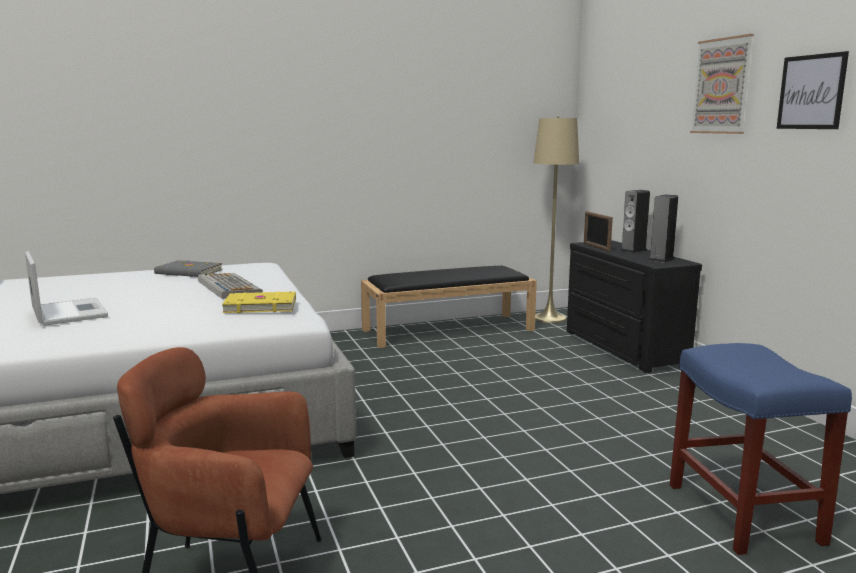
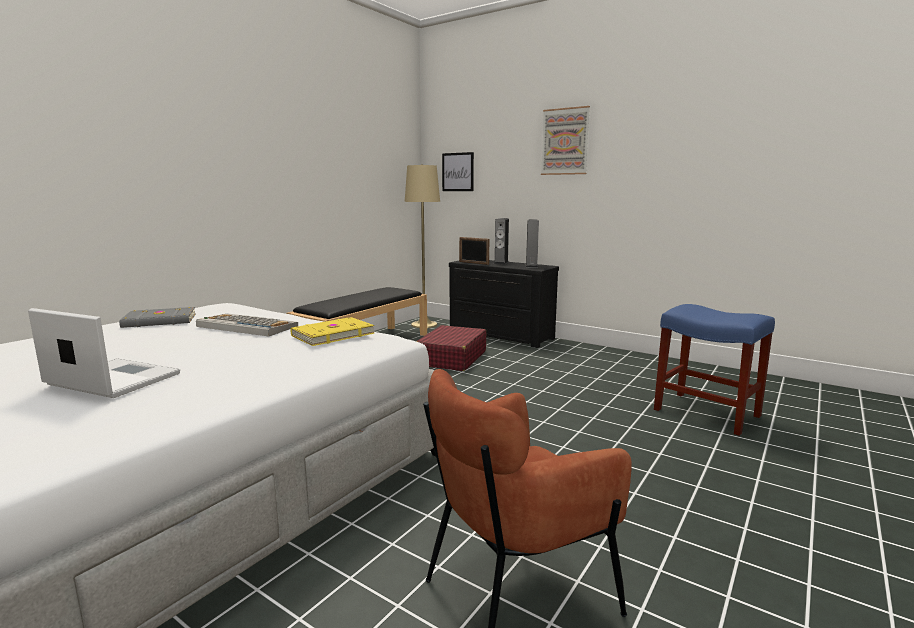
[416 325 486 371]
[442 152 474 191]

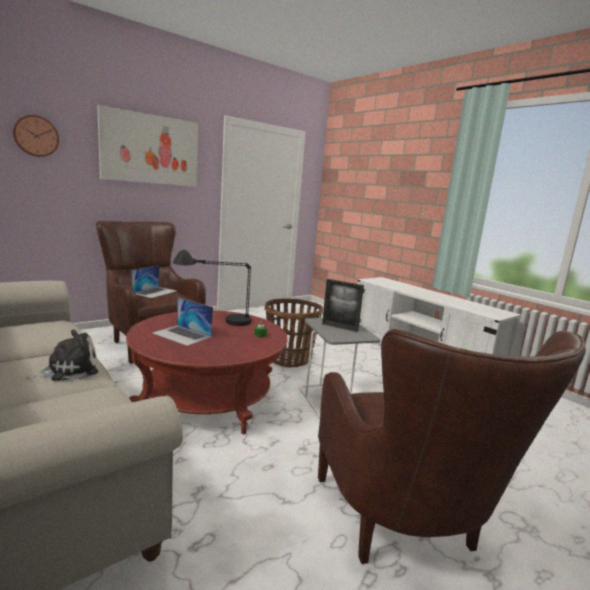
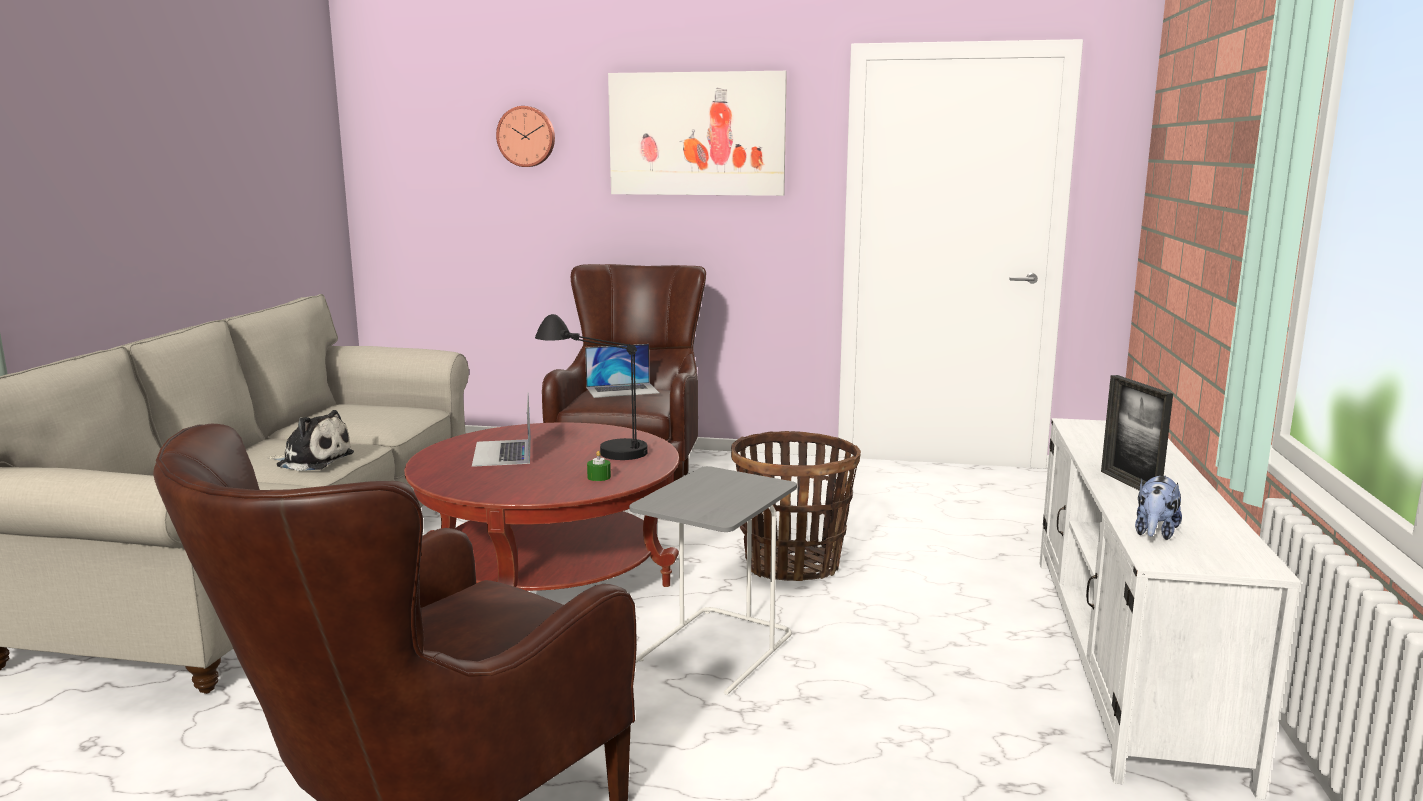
[1101 375 1173 491]
[1135 476 1182 540]

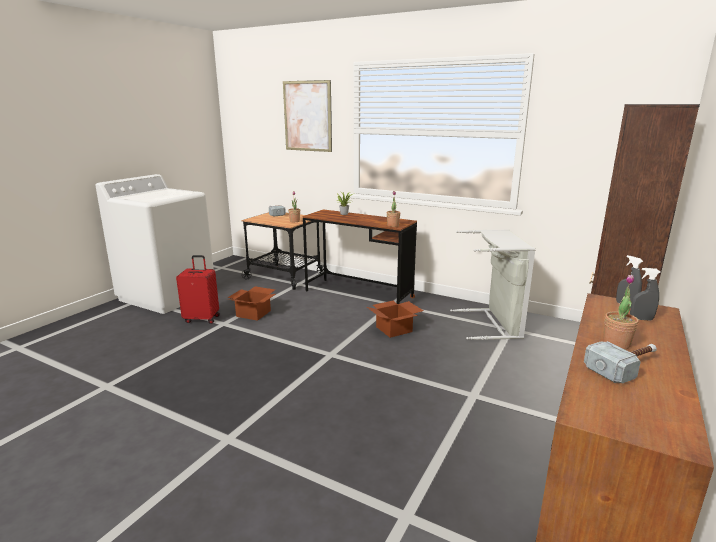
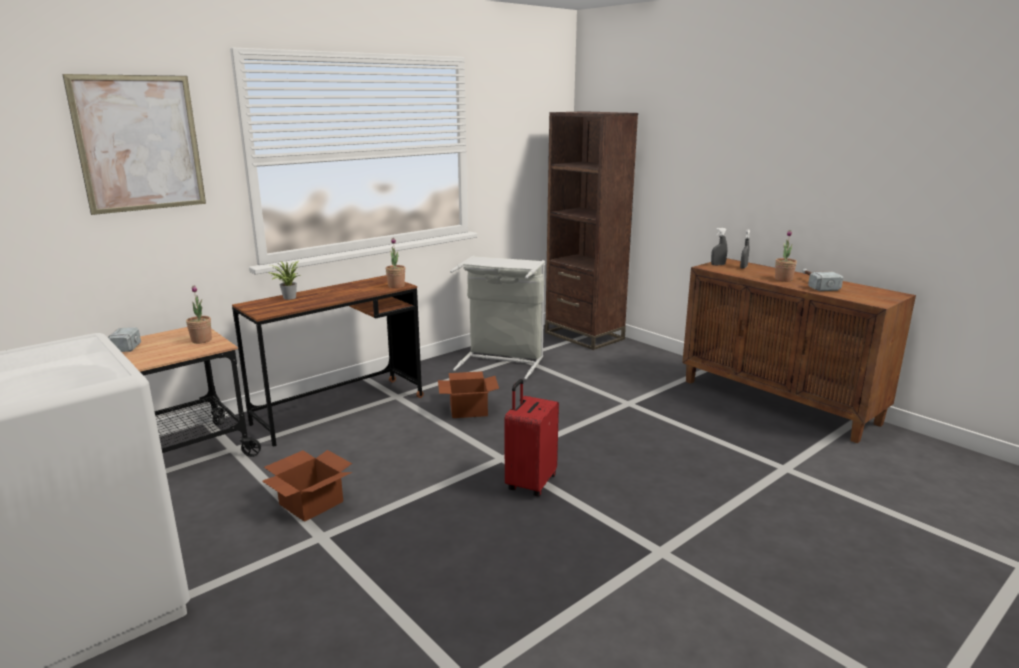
[505 379 559 496]

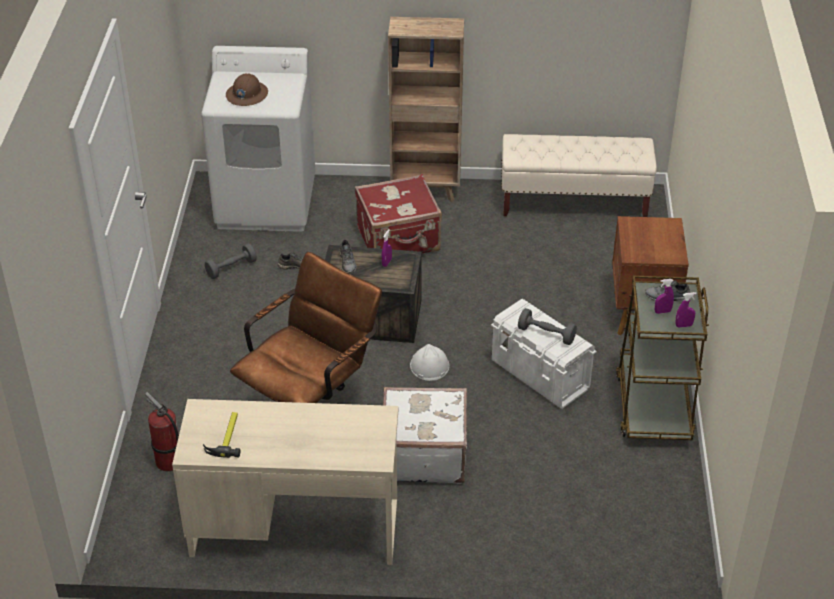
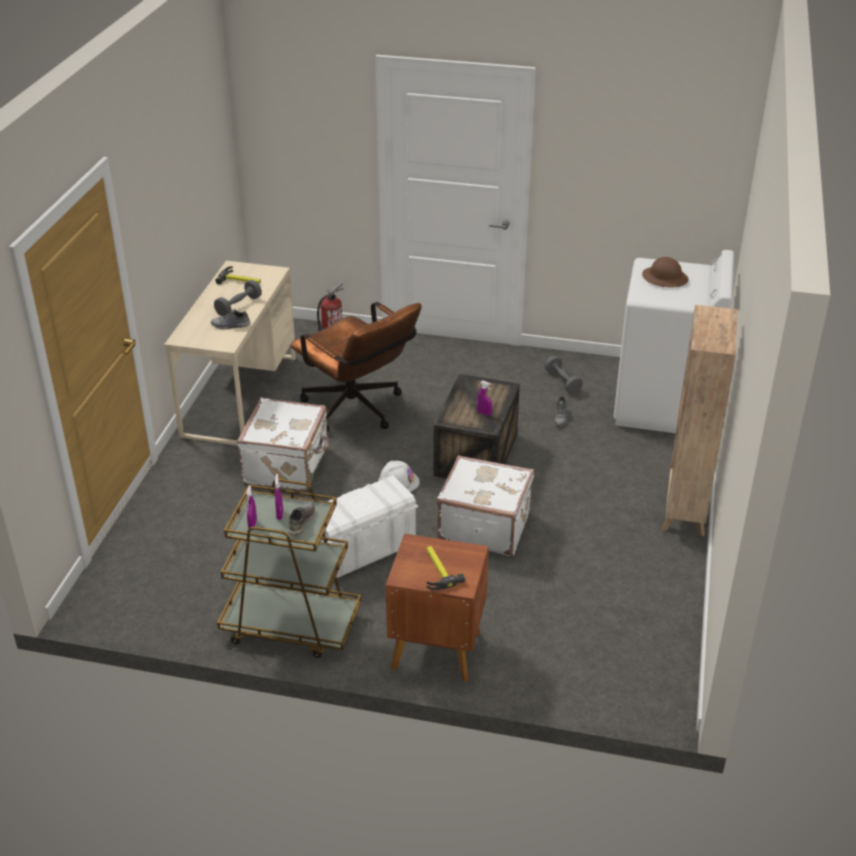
[211 309 250 329]
[214 280 262 316]
[426 546 465 590]
[436 455 534 556]
[355 174 442 253] (first image)
[501 134 657 217] (first image)

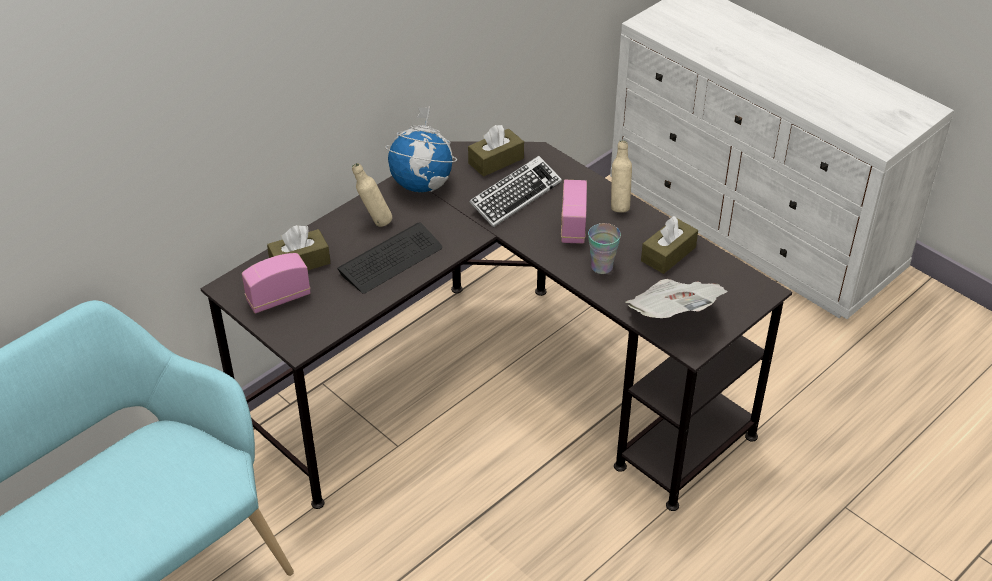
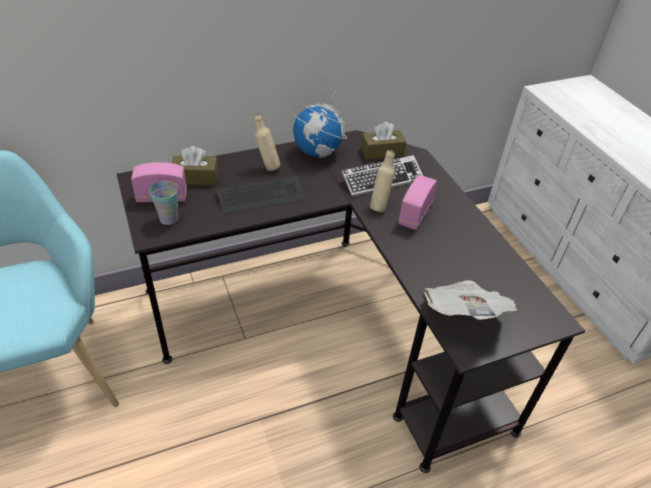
[149 181 179 225]
[370 150 395 212]
[641 216 698 274] (first image)

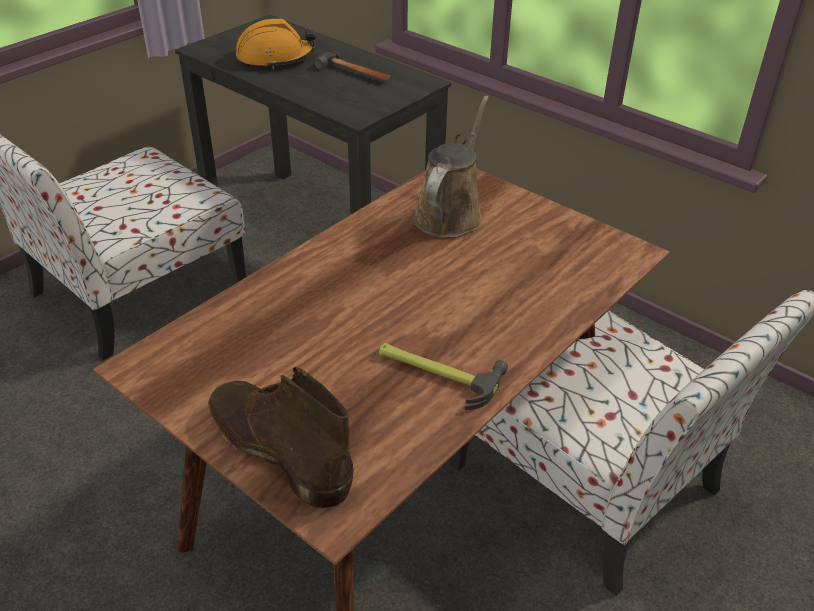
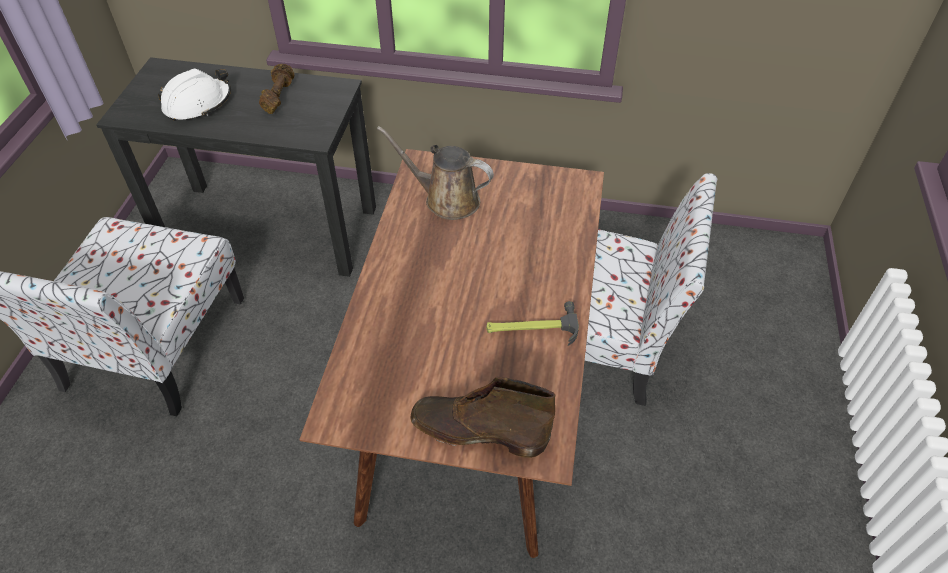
[158 68 231 121]
[259 64 294 114]
[377 126 494 220]

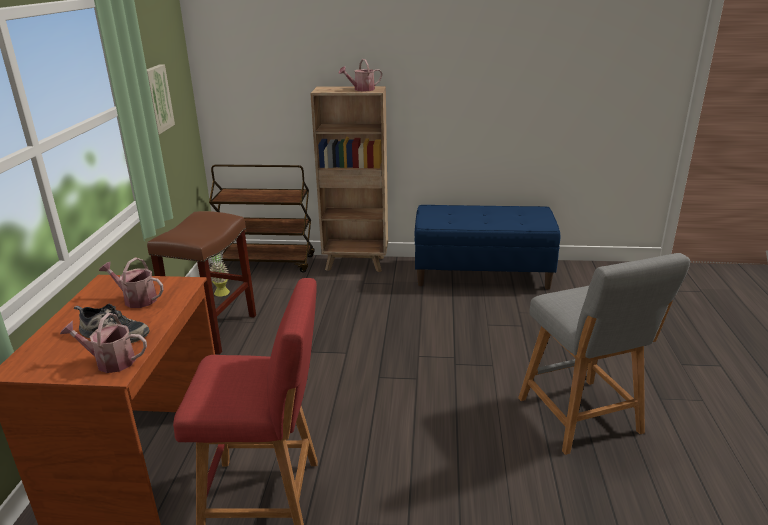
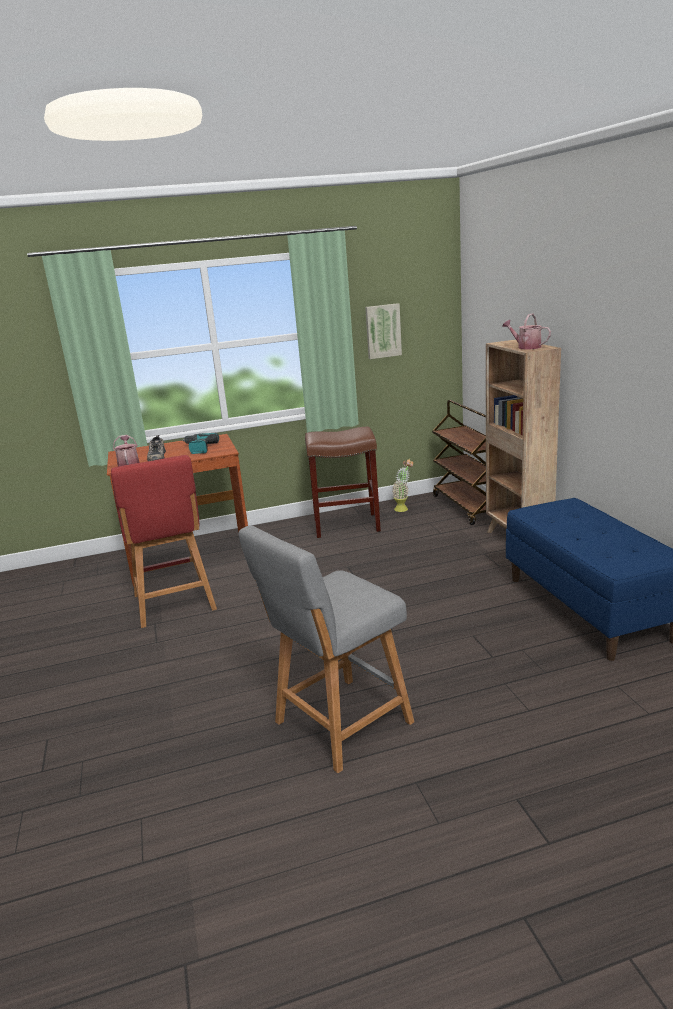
[182 433 219 454]

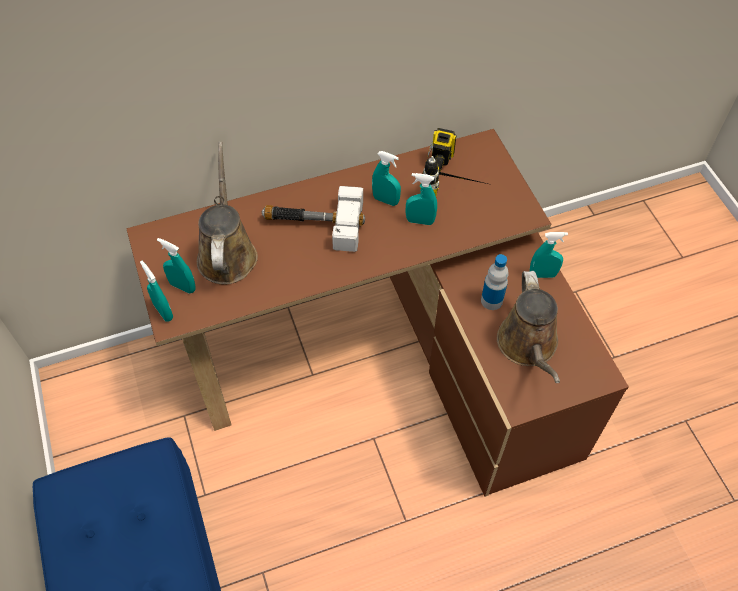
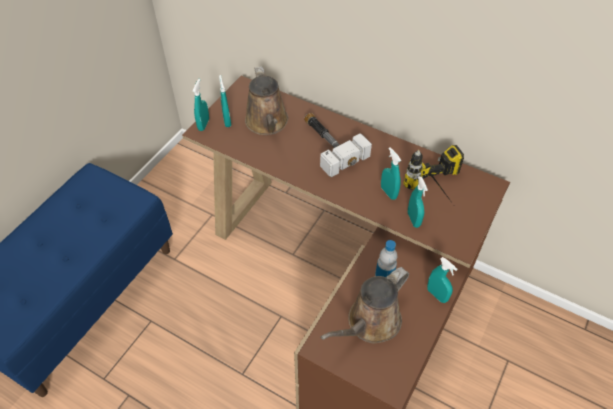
[245 66 288 135]
[408 177 428 228]

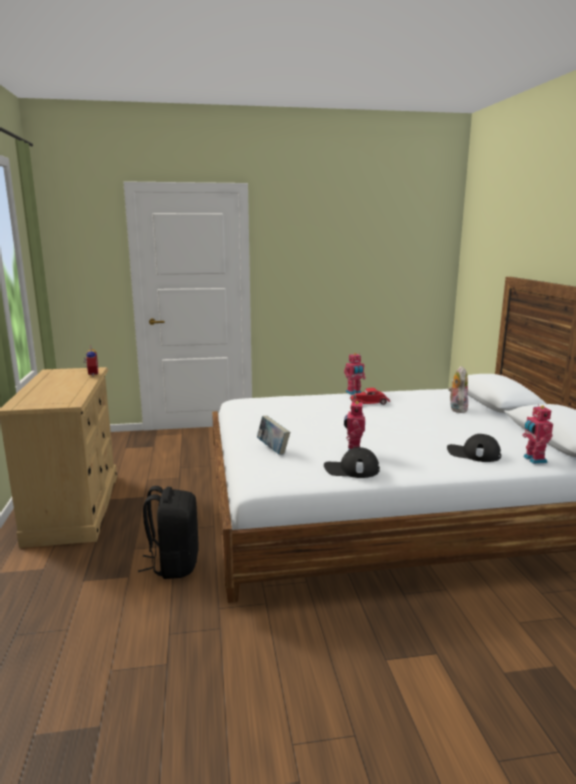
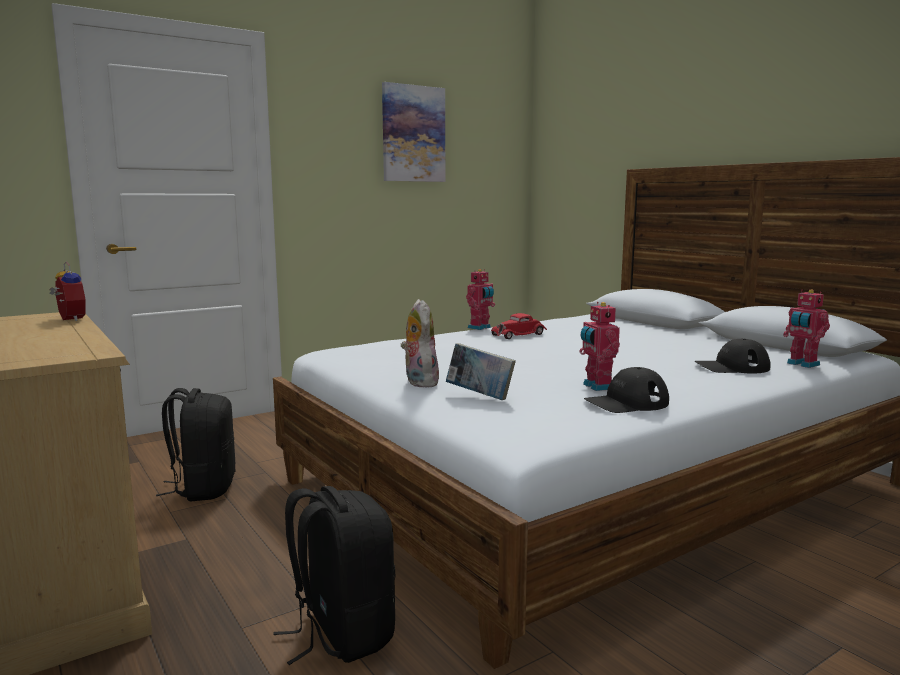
[156 388 236 501]
[382 82 445 182]
[401 299 439 387]

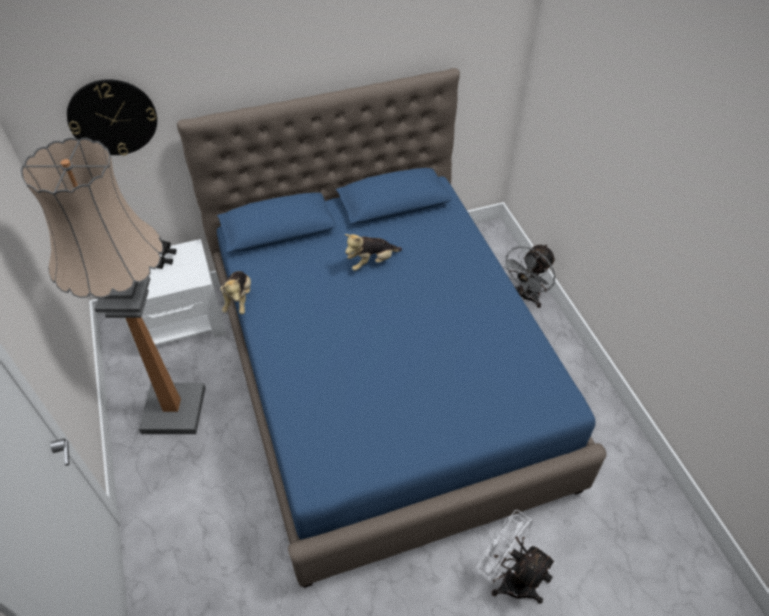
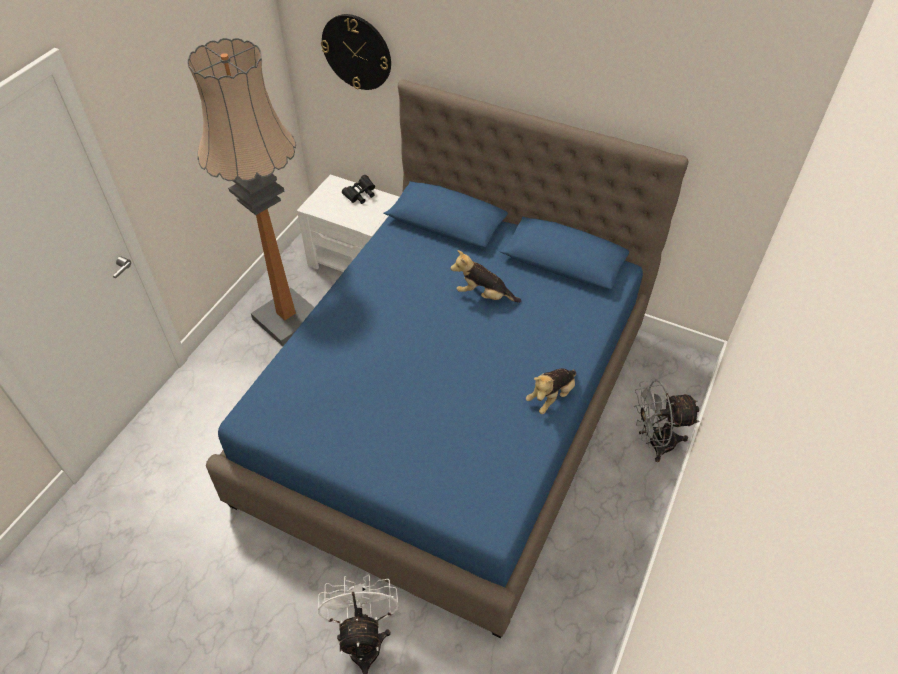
[526 368 576 414]

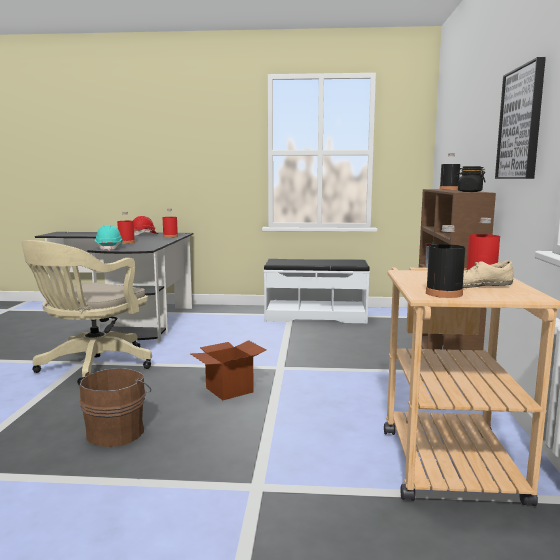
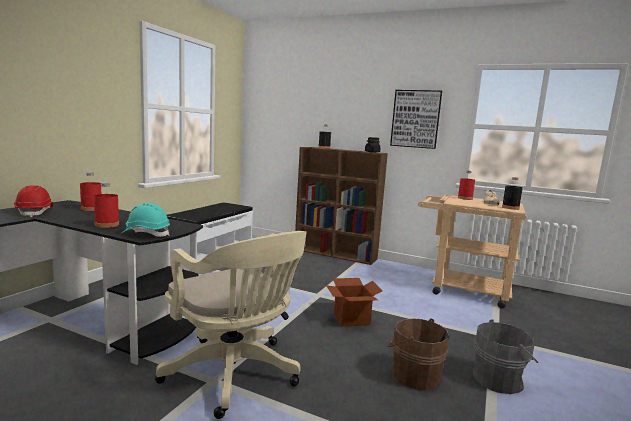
[473 319 539 394]

